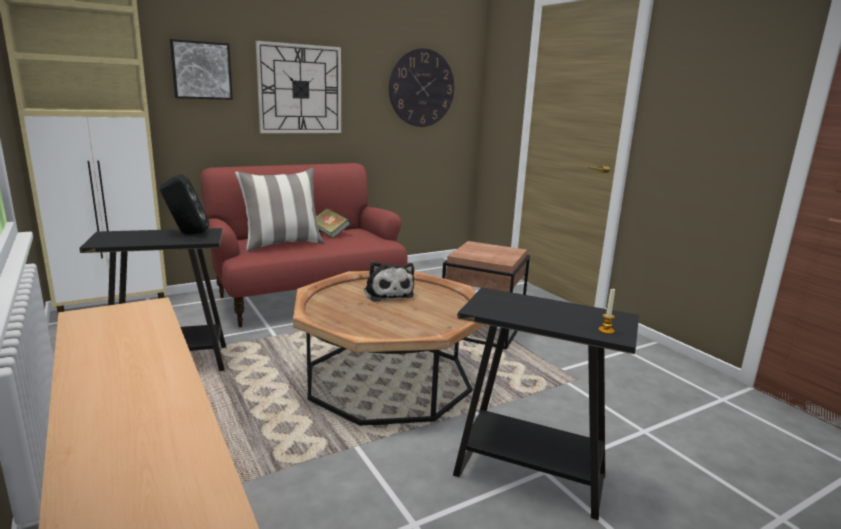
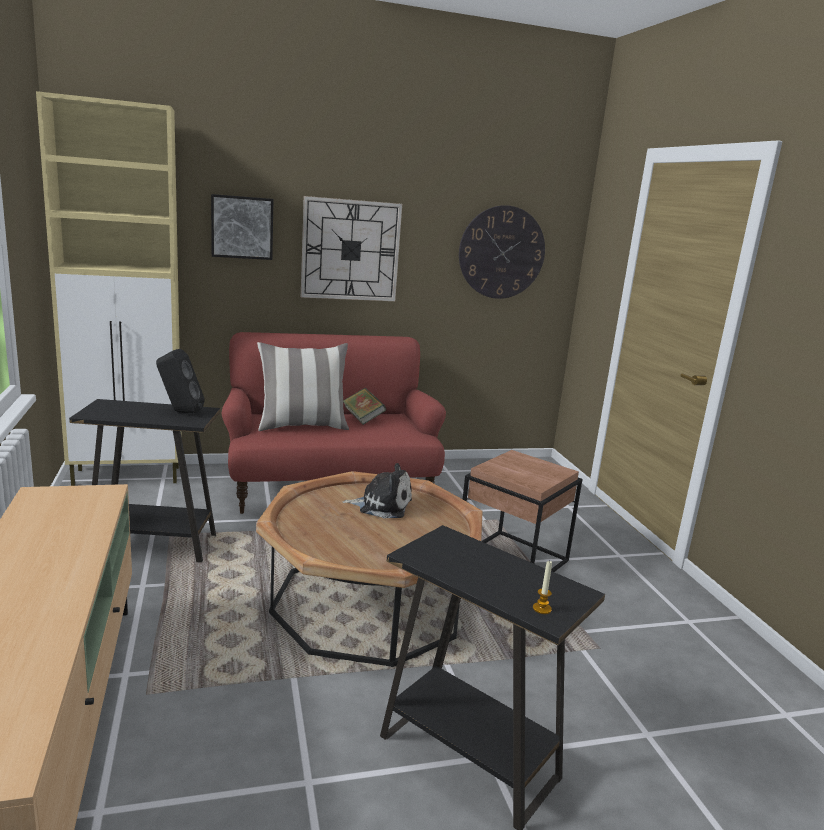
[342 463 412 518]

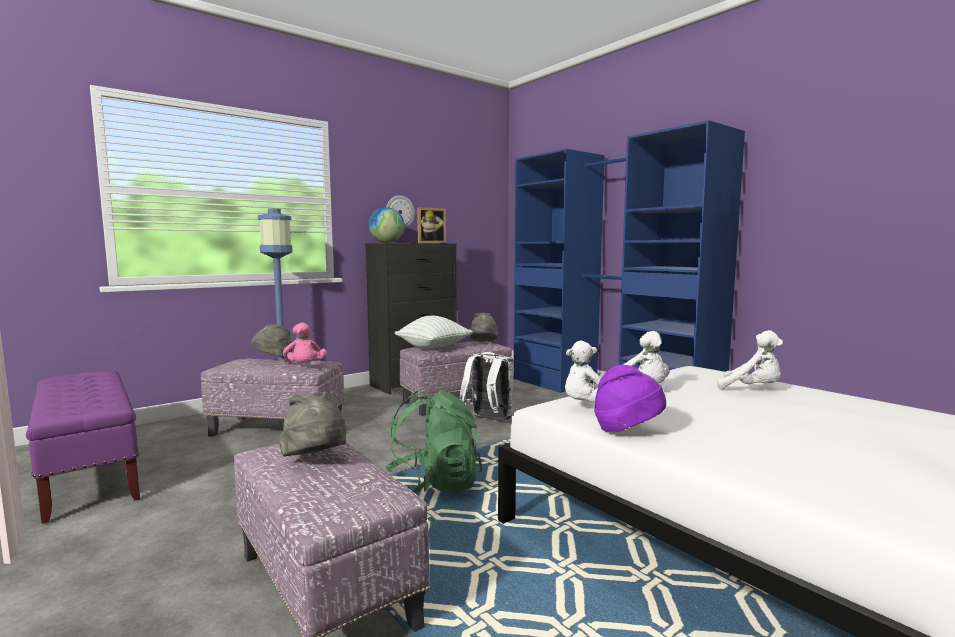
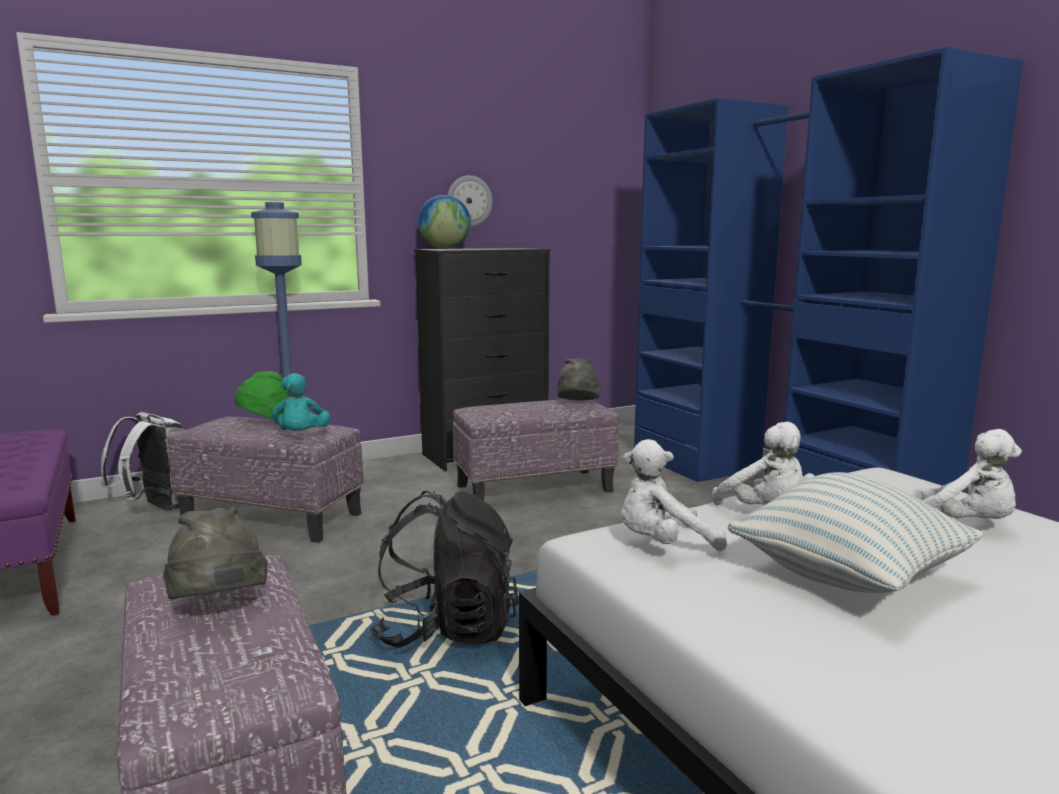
[101 412 185 511]
[235 371 287 420]
[272 373 330 431]
[370 491 519 648]
[728 472 984 593]
[417 207 446 243] (first image)
[594 365 666 432] (first image)

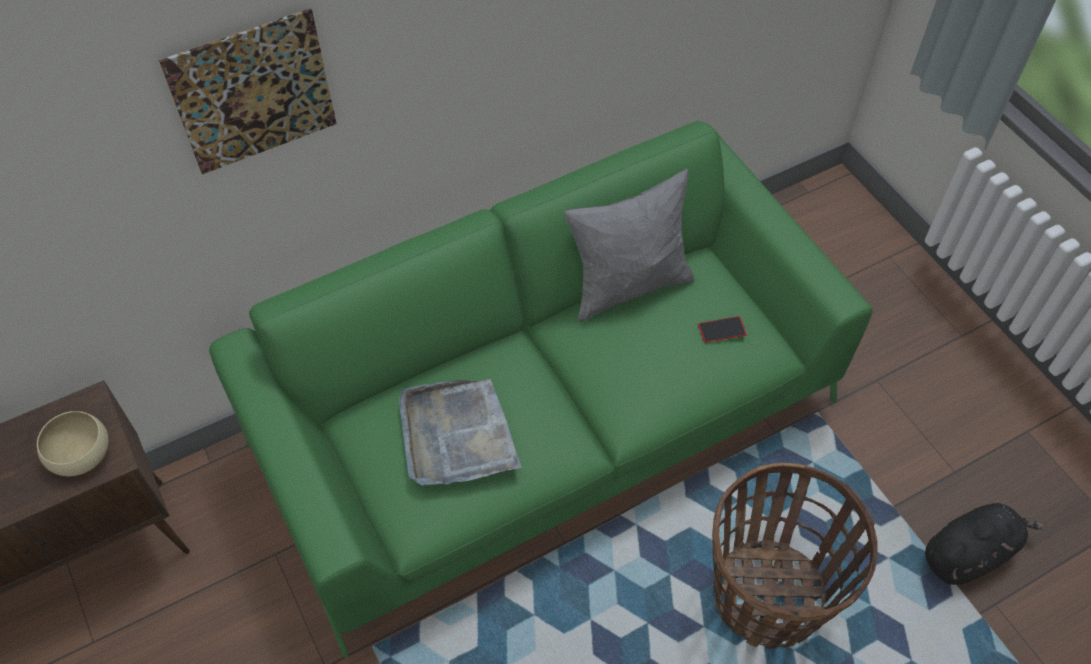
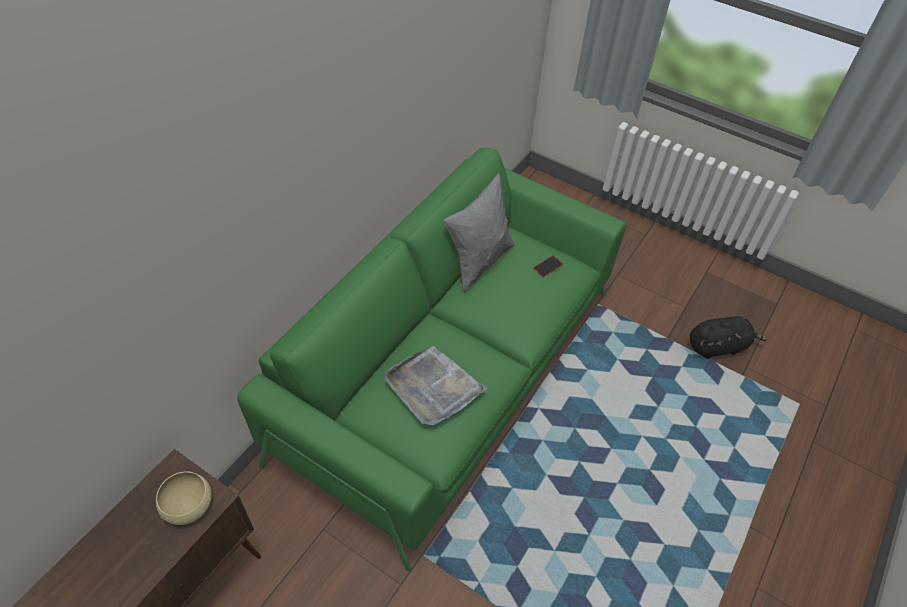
[690 316 768 359]
[159 8 337 174] (first image)
[712 463 878 649] (first image)

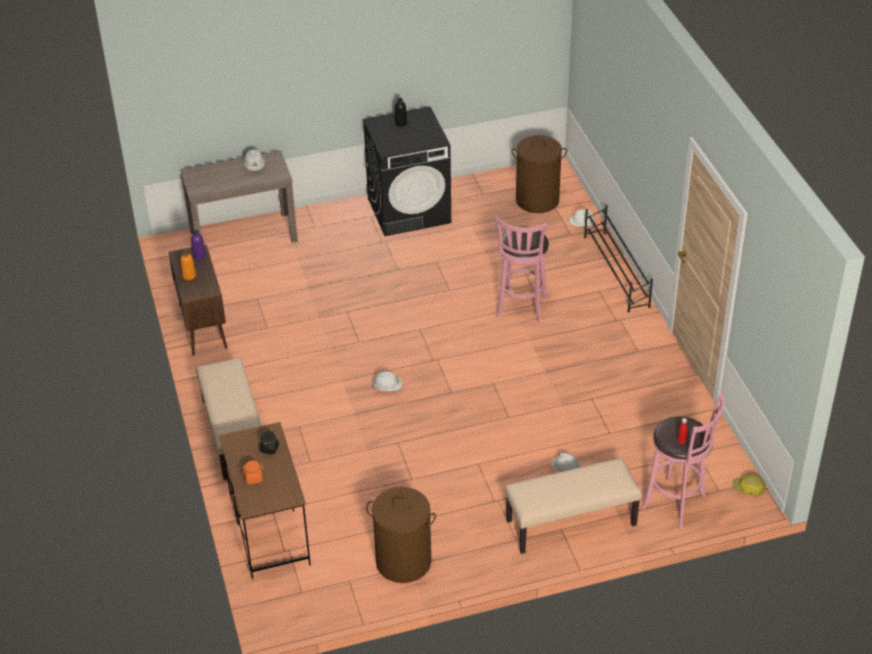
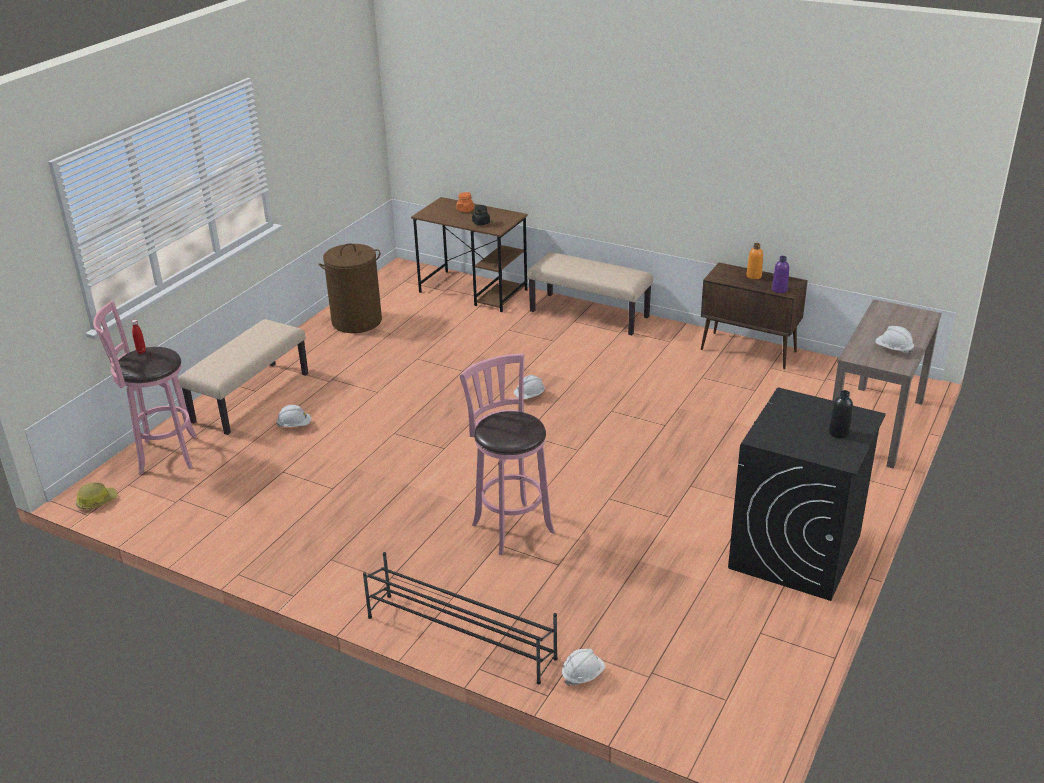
[511 135 567 213] (first image)

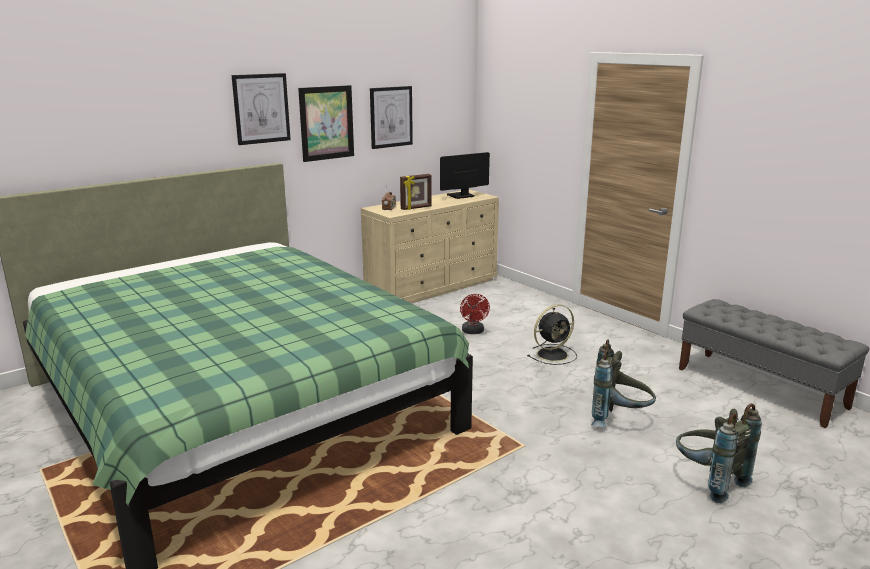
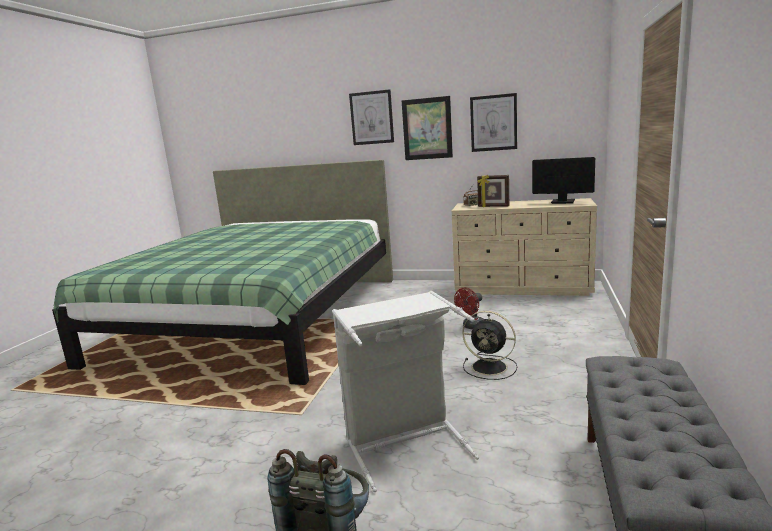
[332 291 479 492]

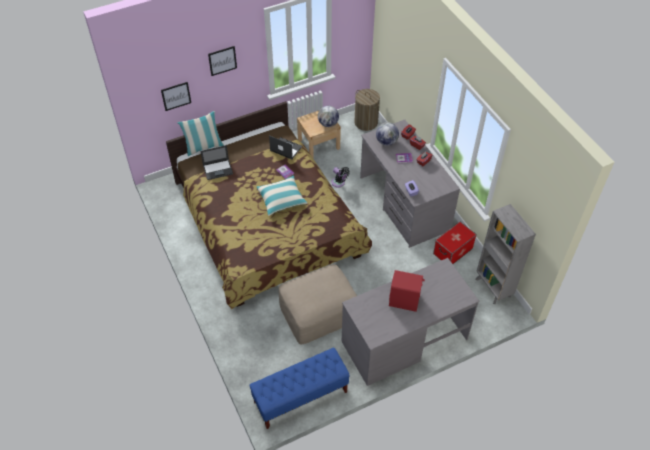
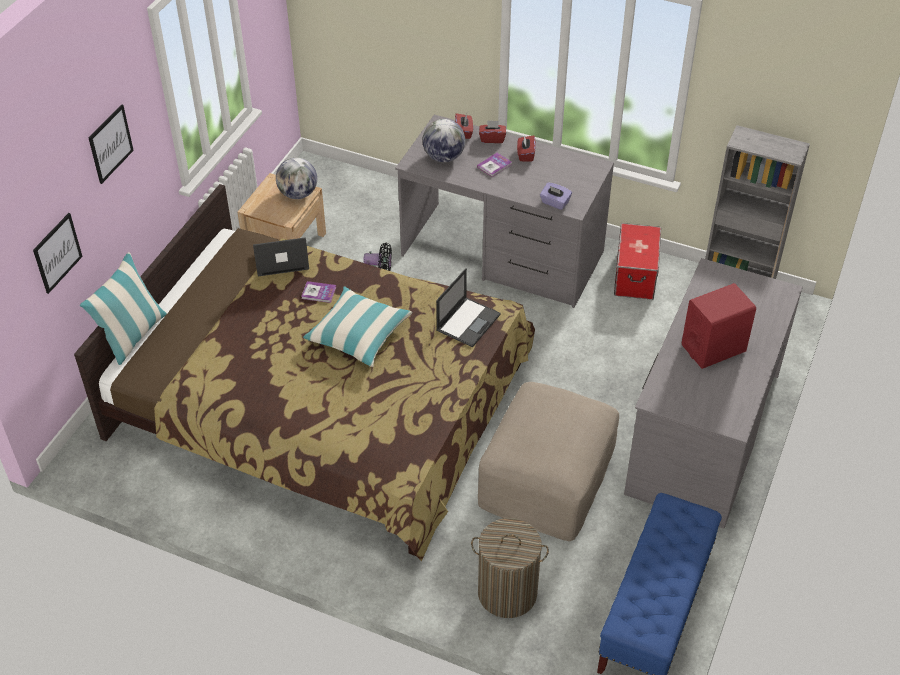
[436 268 501 347]
[471 518 549 618]

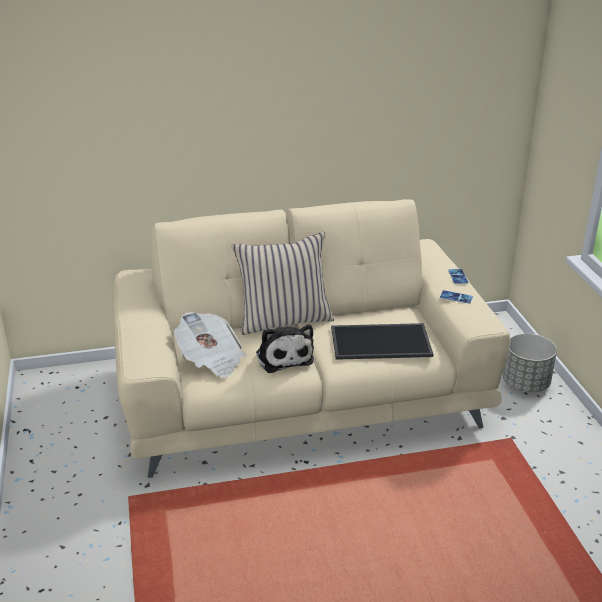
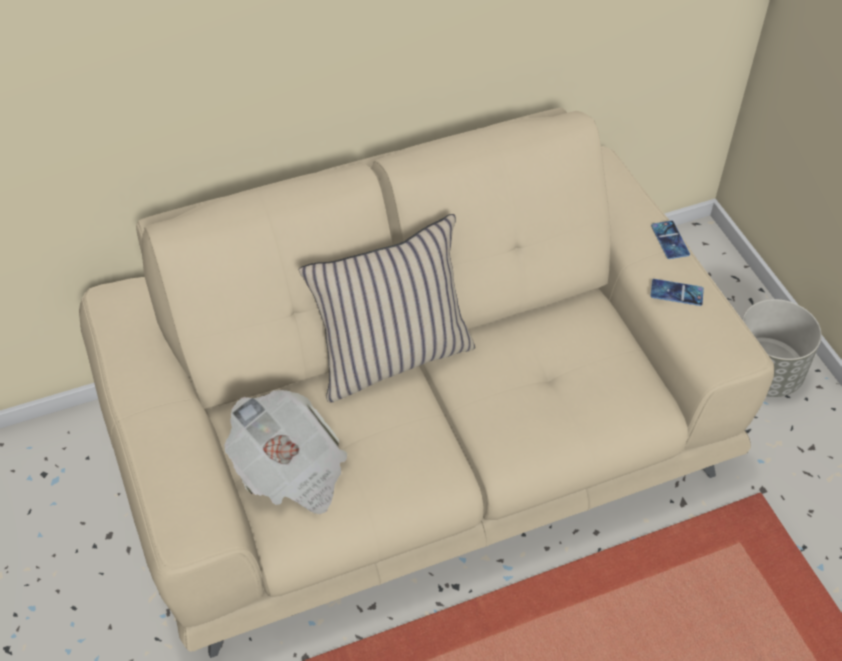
[256 325 314 373] (first image)
[331 323 434 360] (first image)

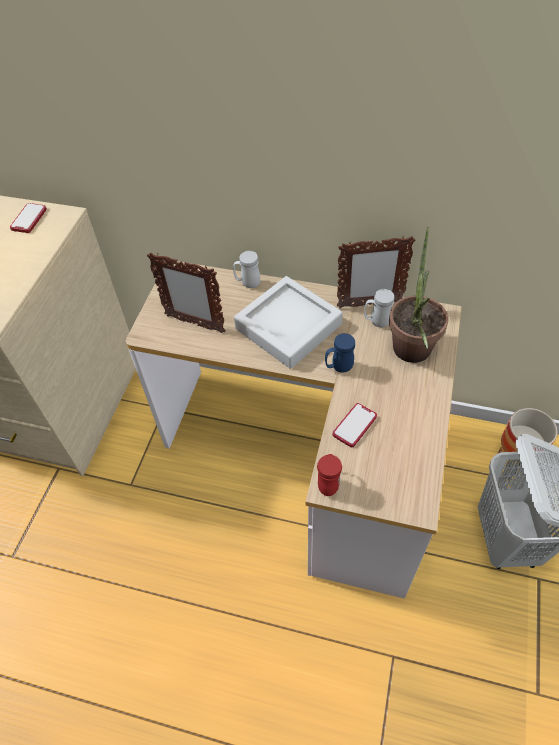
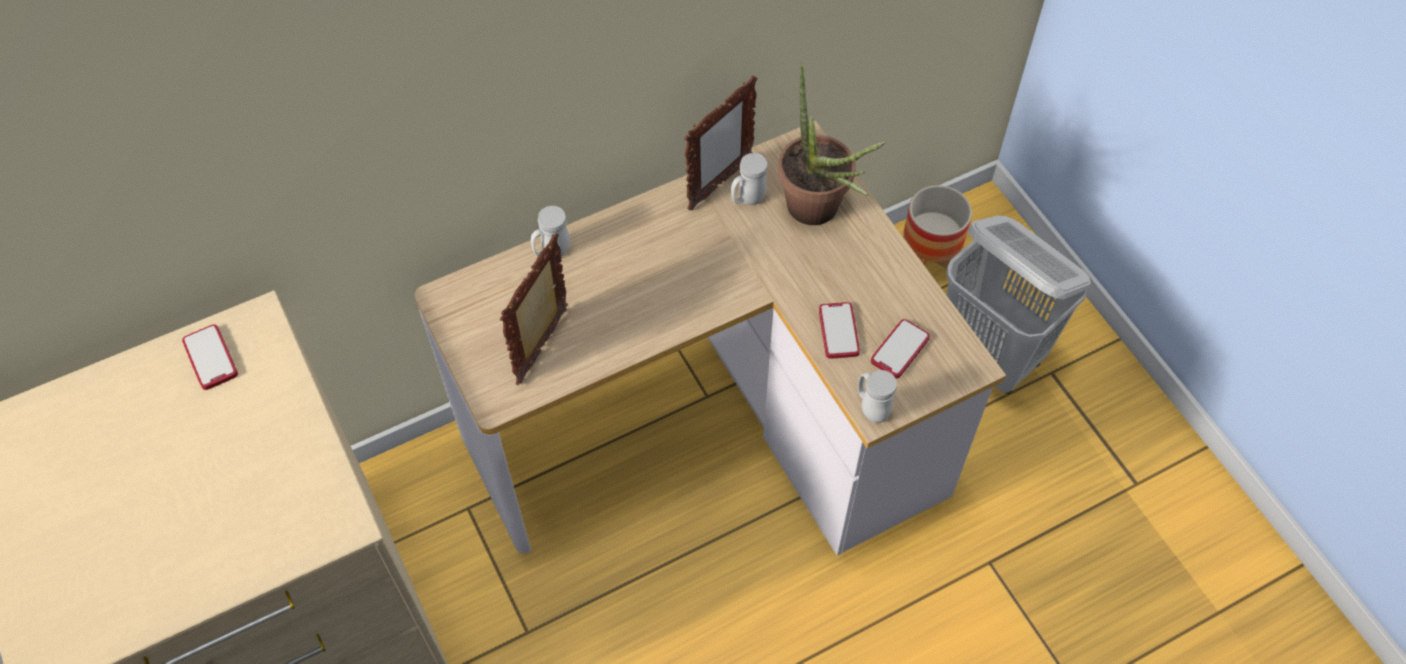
[500 233 568 385]
[858 370 897 423]
[871 319 930 378]
[234 276 343 369] (first image)
[325 333 355 373] (first image)

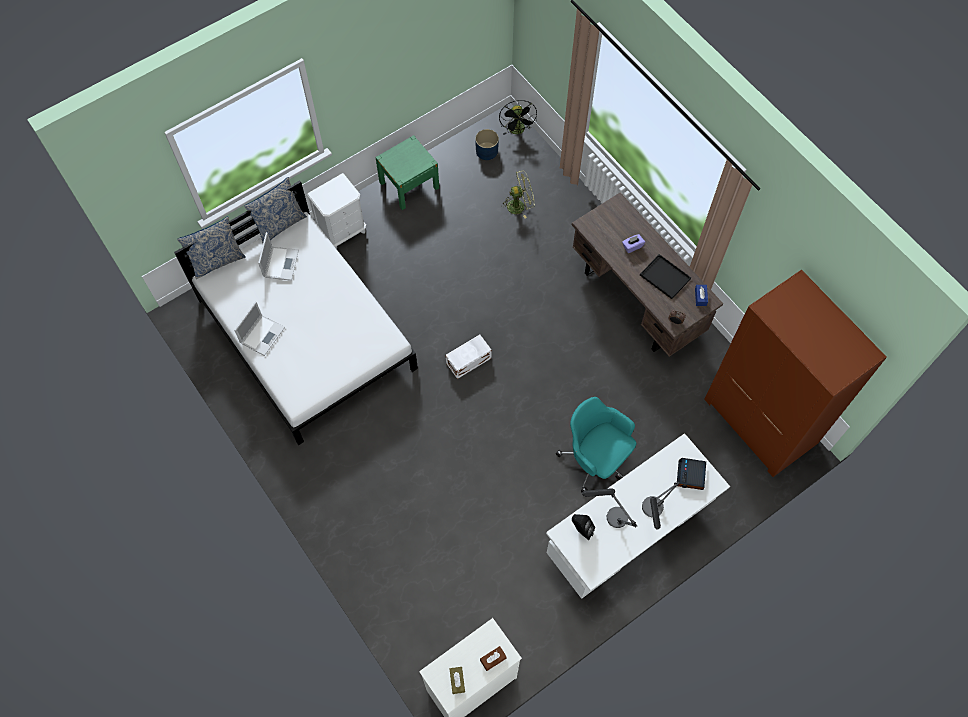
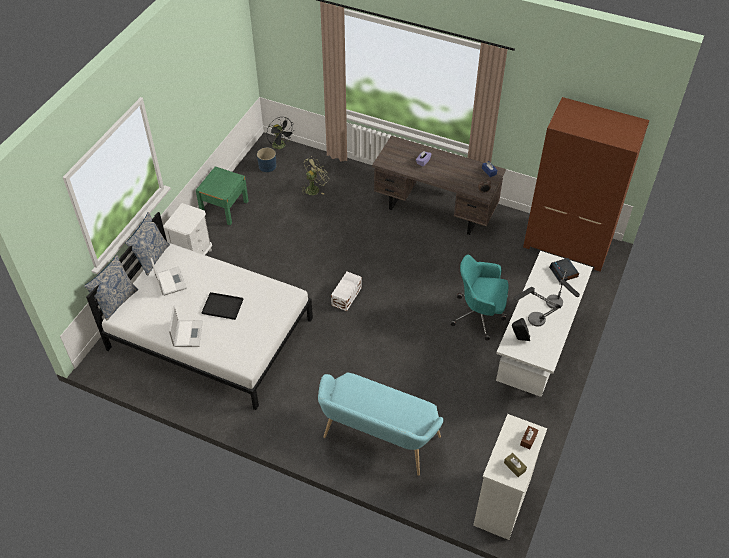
[202 292 243 320]
[318 372 444 476]

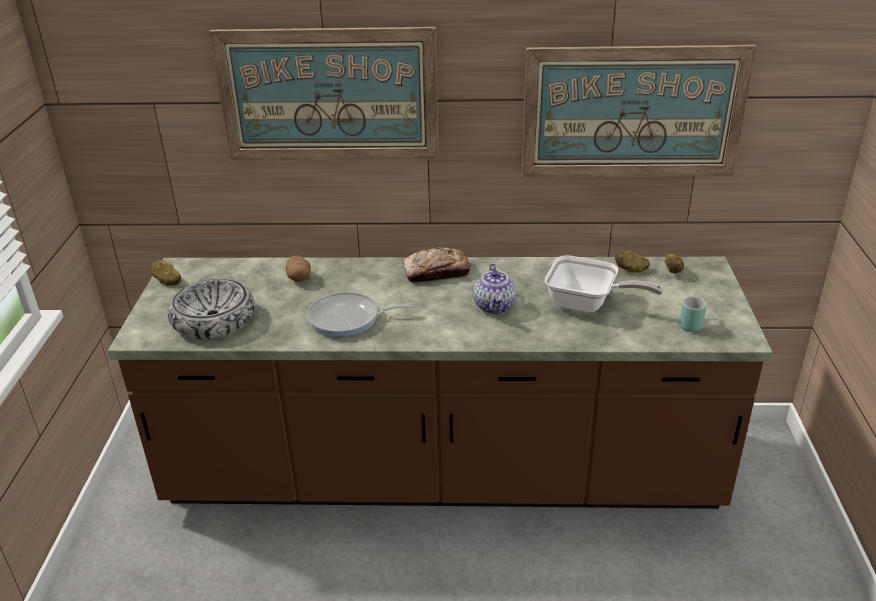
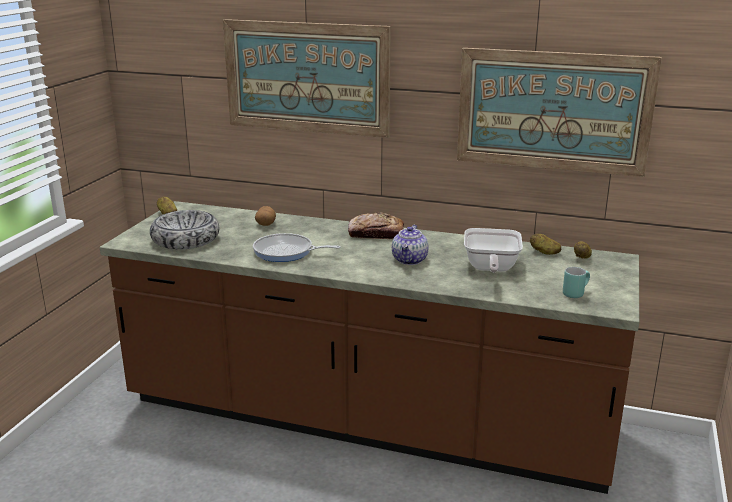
[464 228 523 273]

